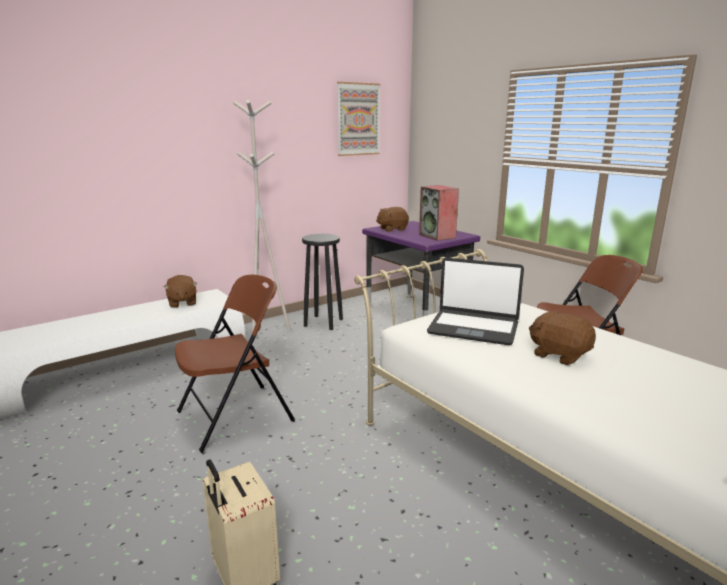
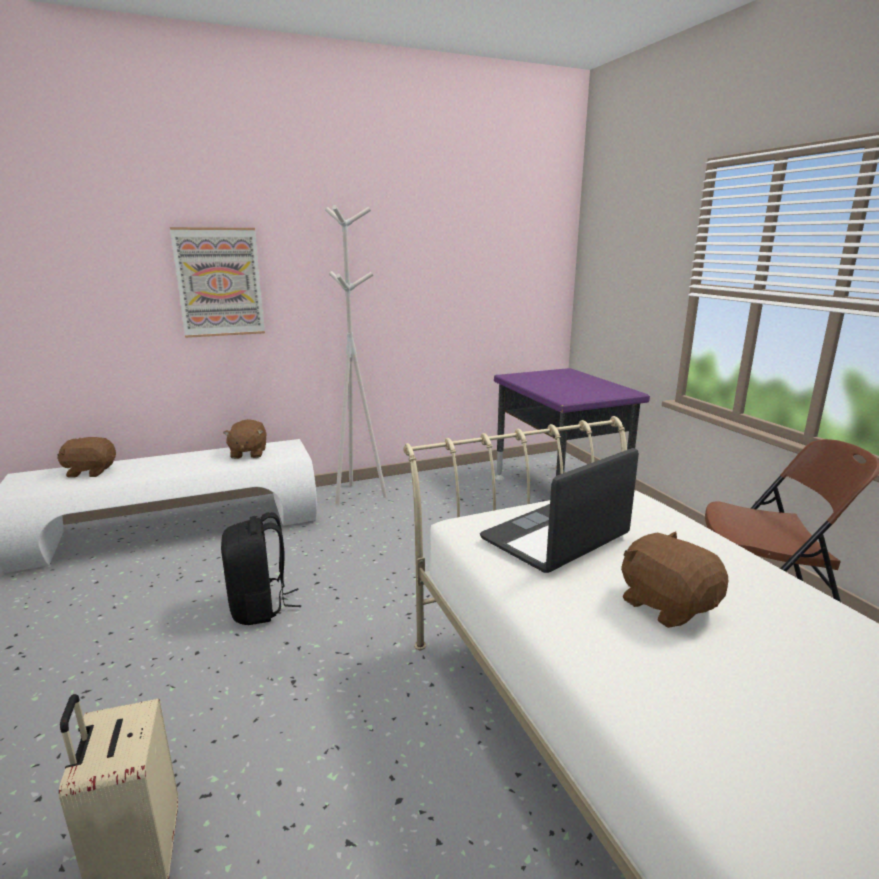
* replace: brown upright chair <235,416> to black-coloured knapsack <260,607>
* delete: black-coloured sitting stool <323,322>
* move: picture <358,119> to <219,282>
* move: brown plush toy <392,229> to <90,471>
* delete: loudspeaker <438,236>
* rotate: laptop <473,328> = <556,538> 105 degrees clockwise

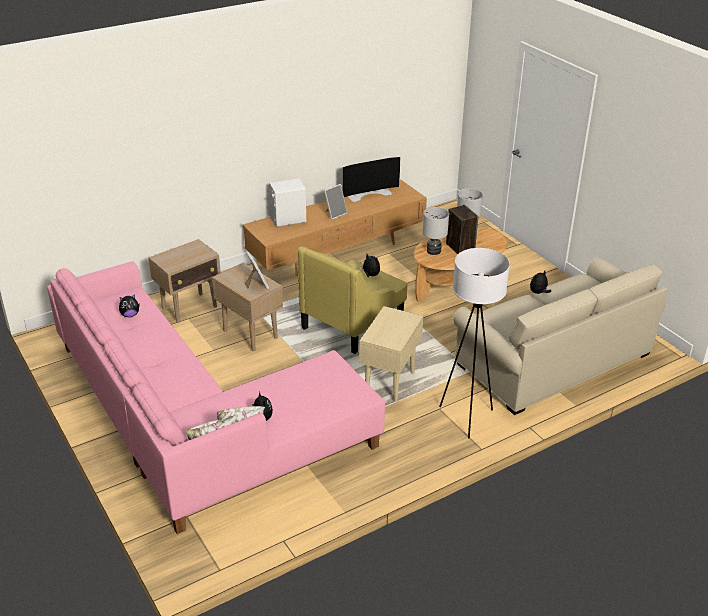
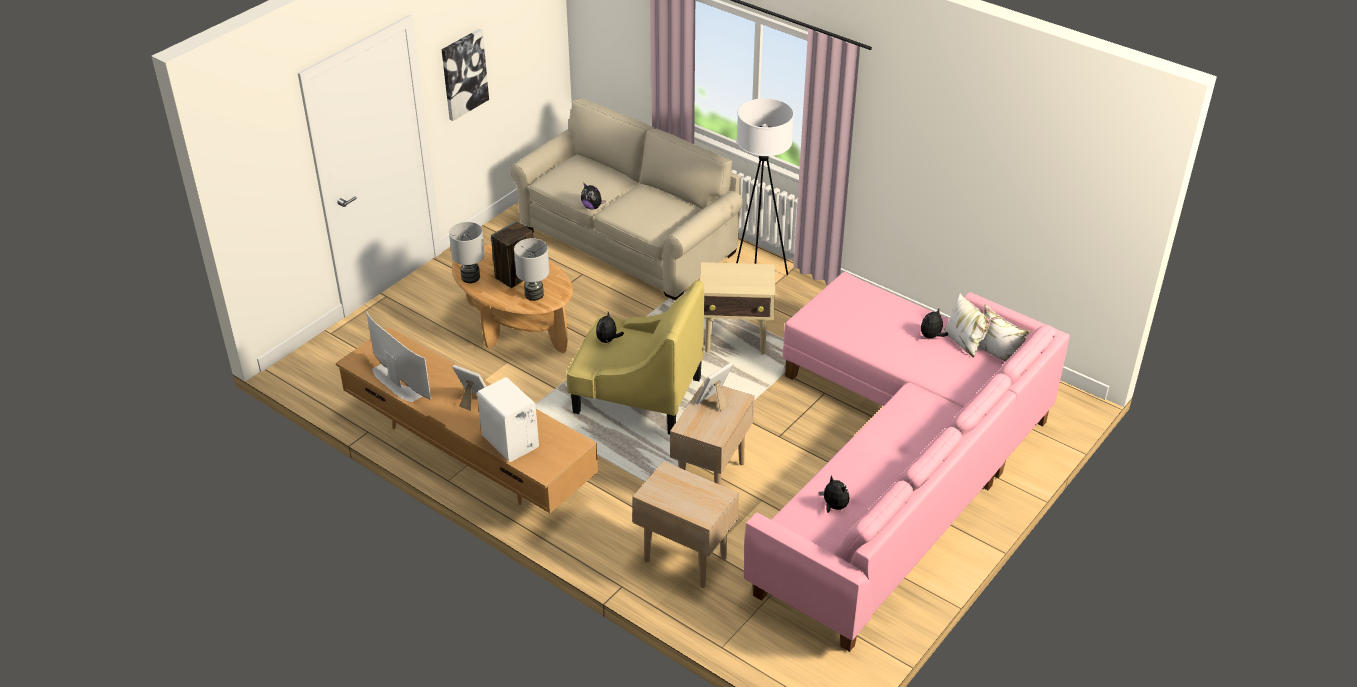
* insert: picture <464,74>

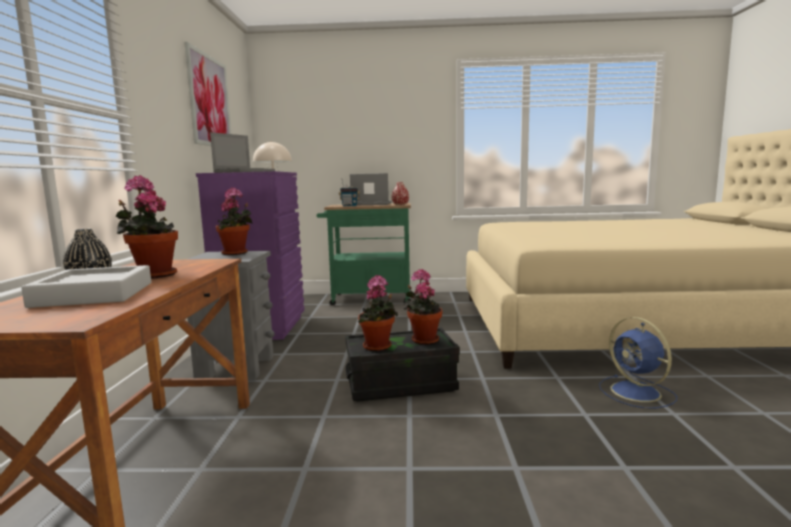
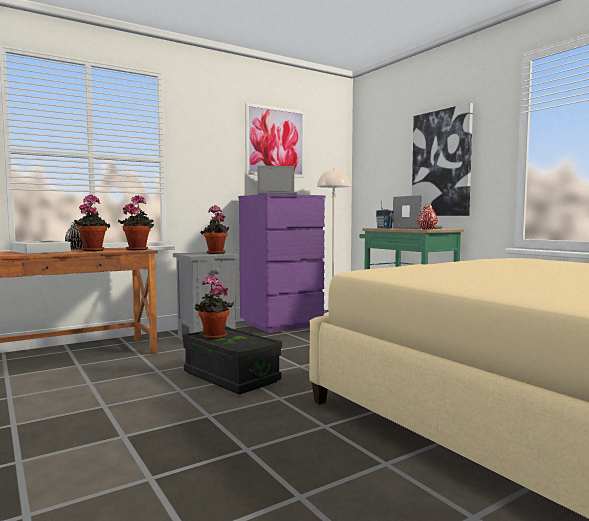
* move: houseplant <423,339> to <138,249>
* delete: blue cooling fan <637,393>
* insert: picture <441,163>

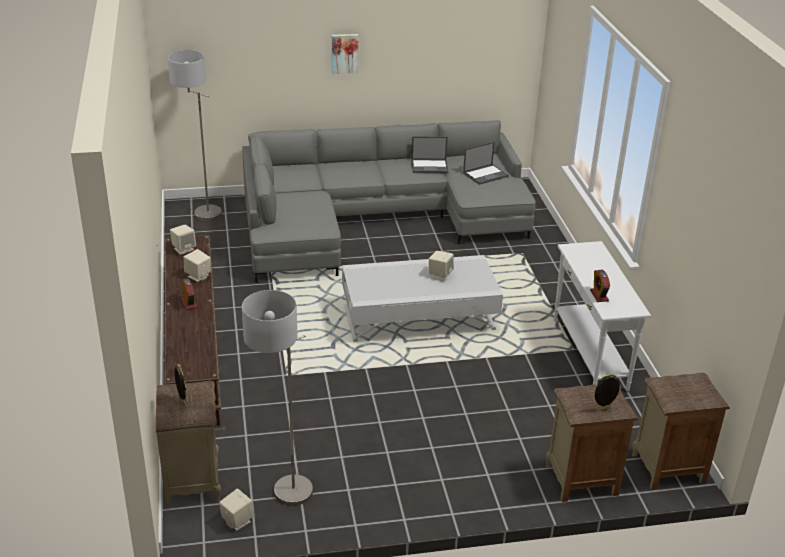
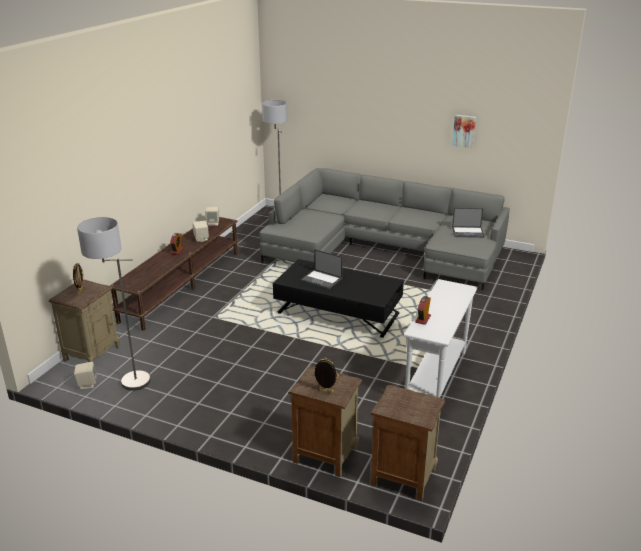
* move: picture <344,53> to <464,131>
* recolor: whitish coffee table <420,318> to black-coloured coffee table <338,314>
* move: laptop <430,166> to <322,279>
* delete: beige-coloured loudspeaker <440,275>

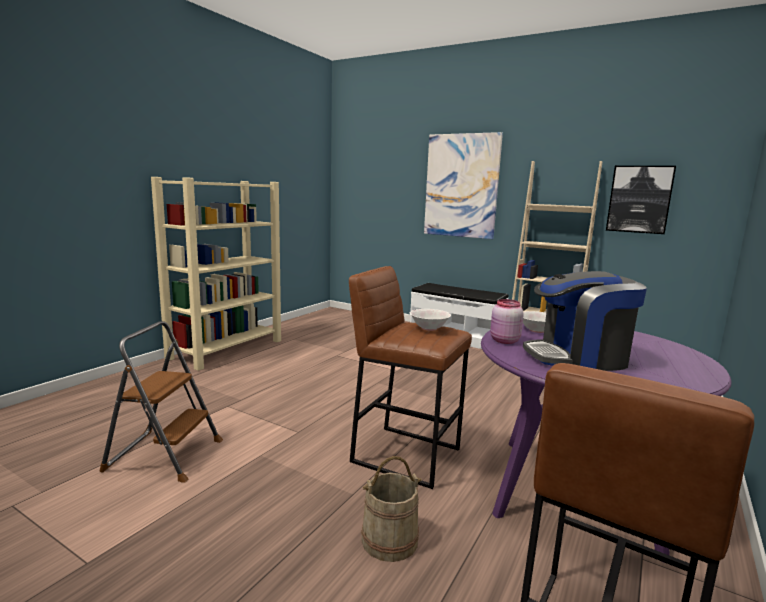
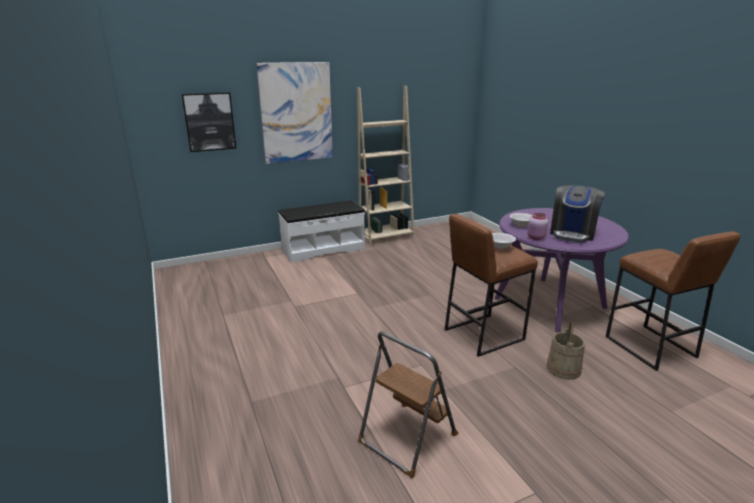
* delete: beige-coloured bookshelf <226,349>
* move: picture <639,199> to <209,122>

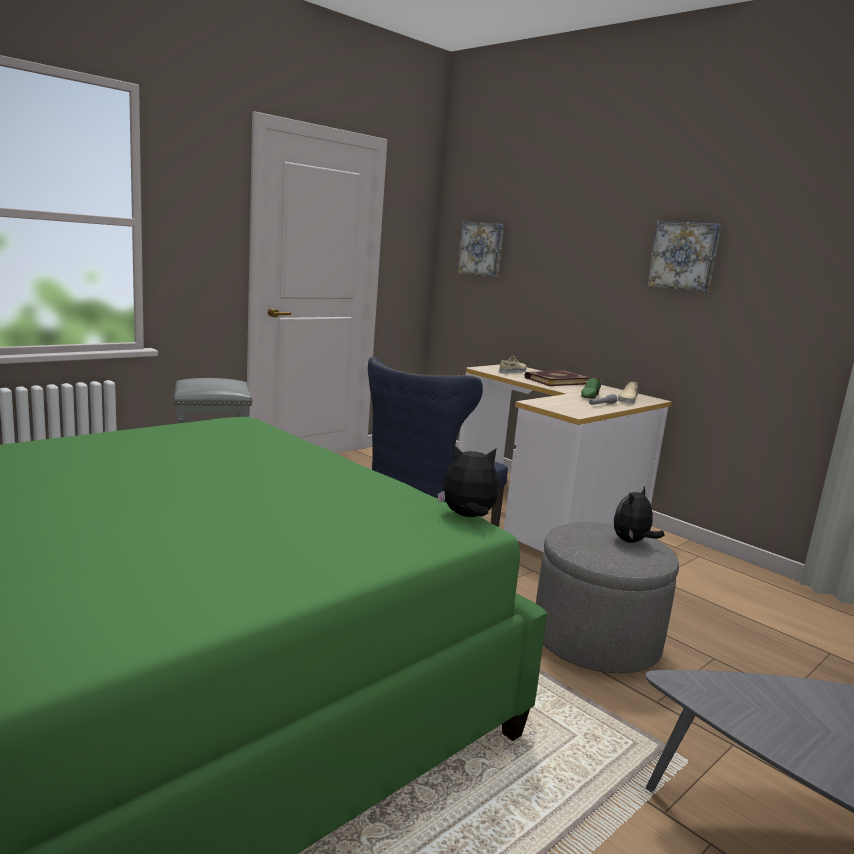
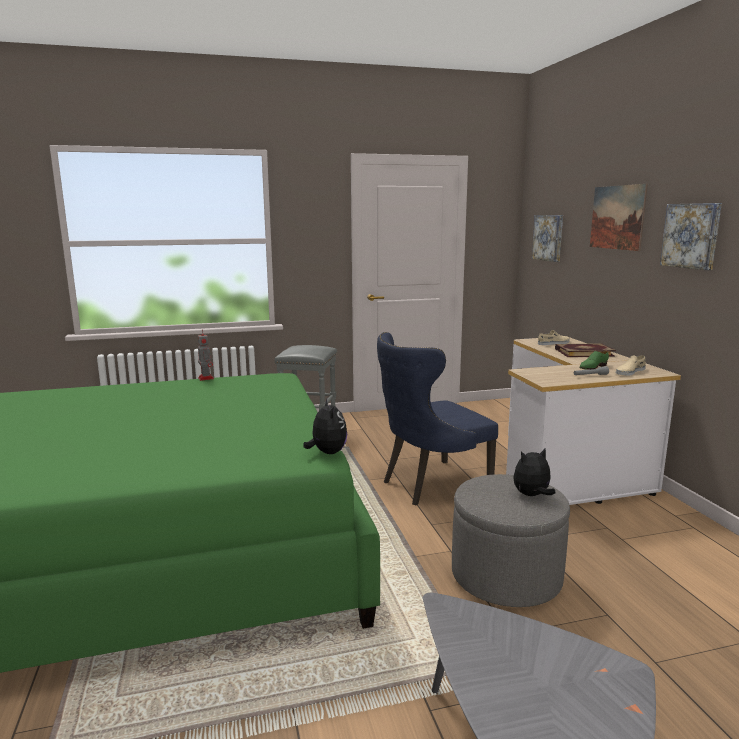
* rotate: plush toy <467,517> = <327,452> 45 degrees clockwise
* insert: model robot <205,378>
* insert: picture <617,217>

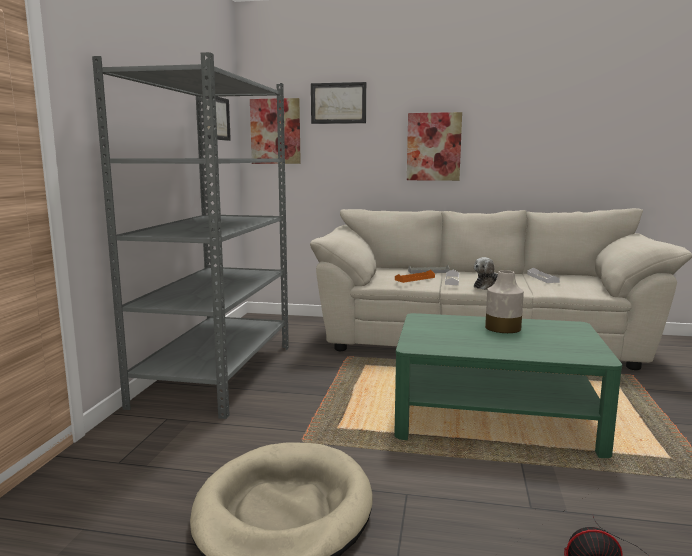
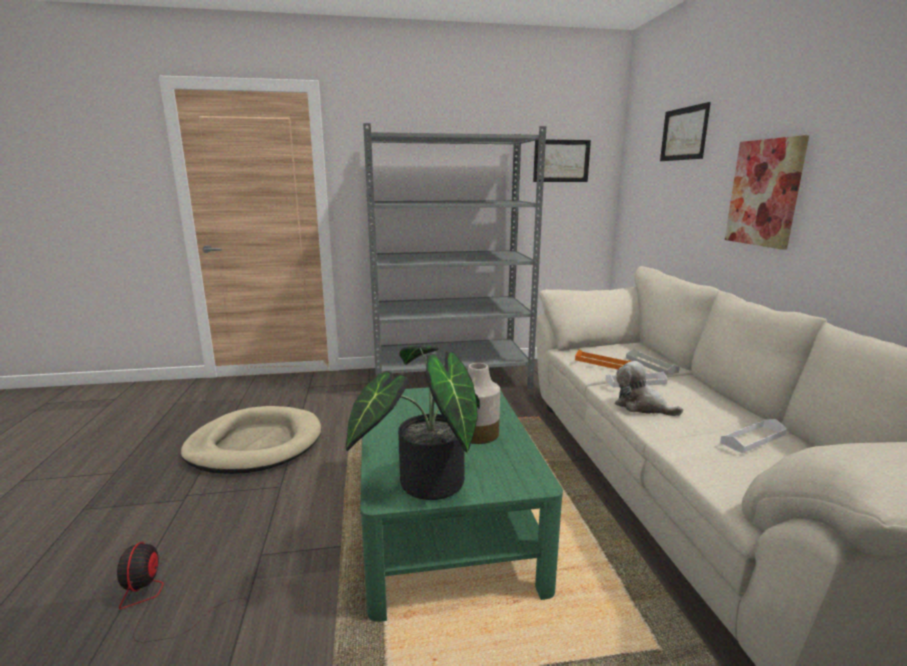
* delete: picture <275,131>
* insert: houseplant <423,482>

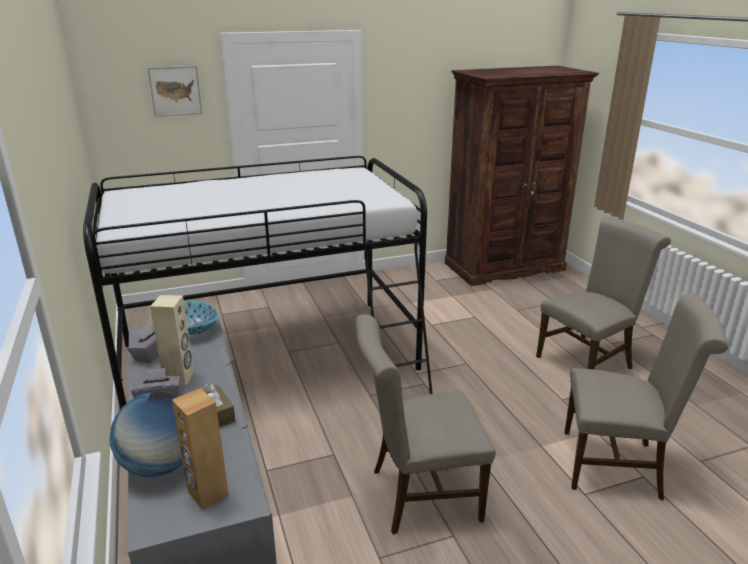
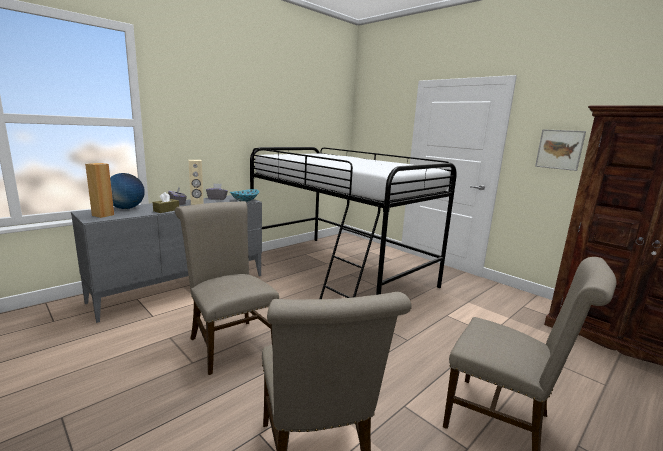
* move: picture <175,91> to <559,149>

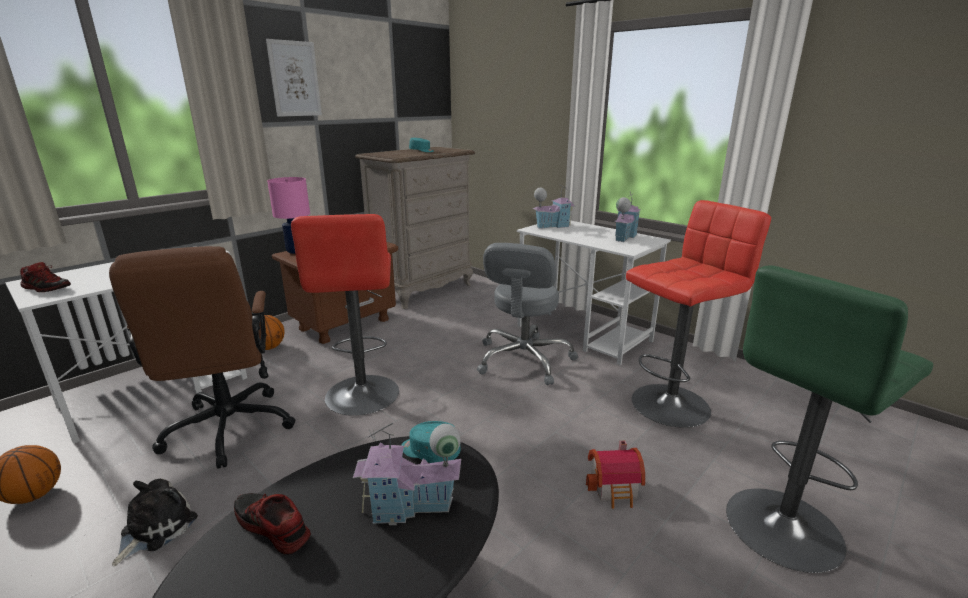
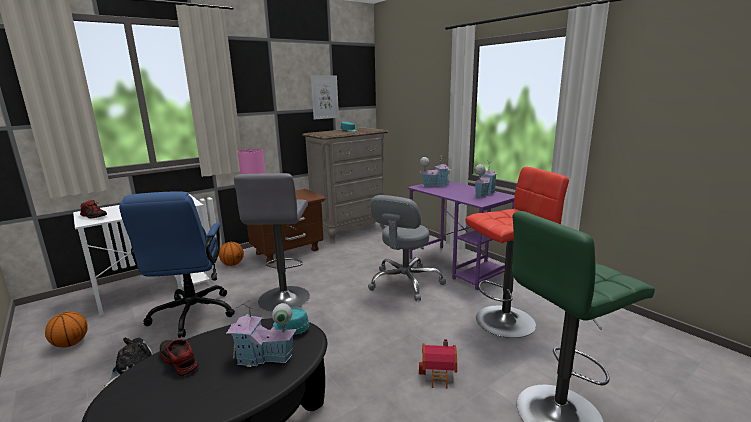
* recolor: brown desk chair <229,432> to blue desk chair <192,316>
* move: picture <294,79> to <324,97>
* recolor: red sitting stool <361,395> to greyish sitting stool <283,299>
* recolor: whitish desk unit <584,334> to purplish desk unit <457,266>

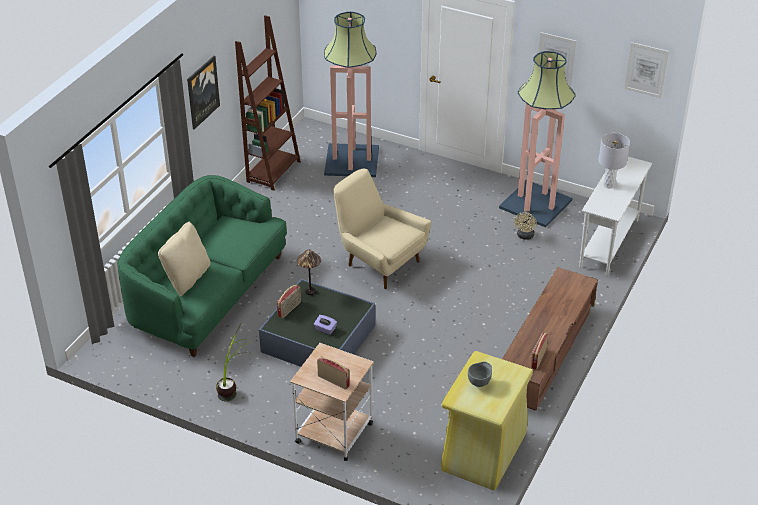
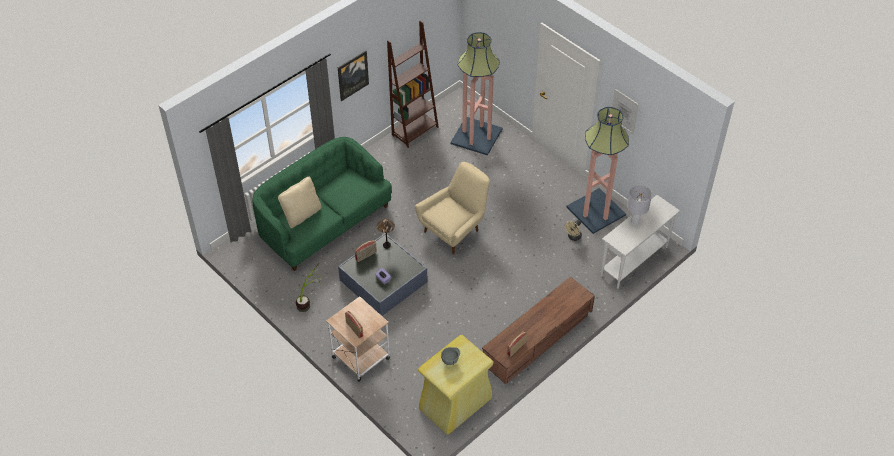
* rotate: beige-coloured easy chair <379,263> = <454,230> 75 degrees clockwise
* delete: picture <646,70>

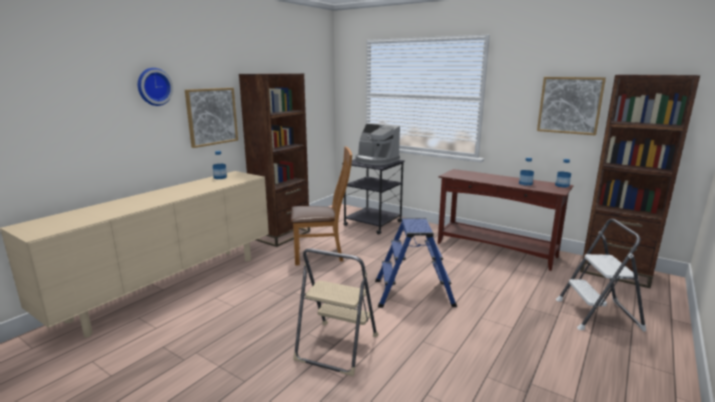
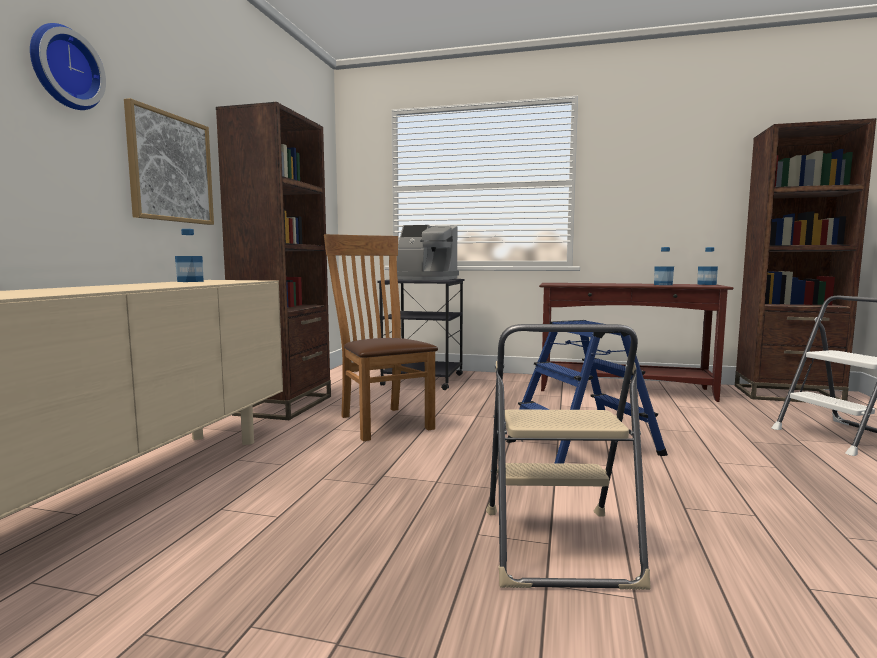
* rotate: brown upright chair <322,255> = <381,421> 90 degrees counterclockwise
* delete: picture <570,105>

